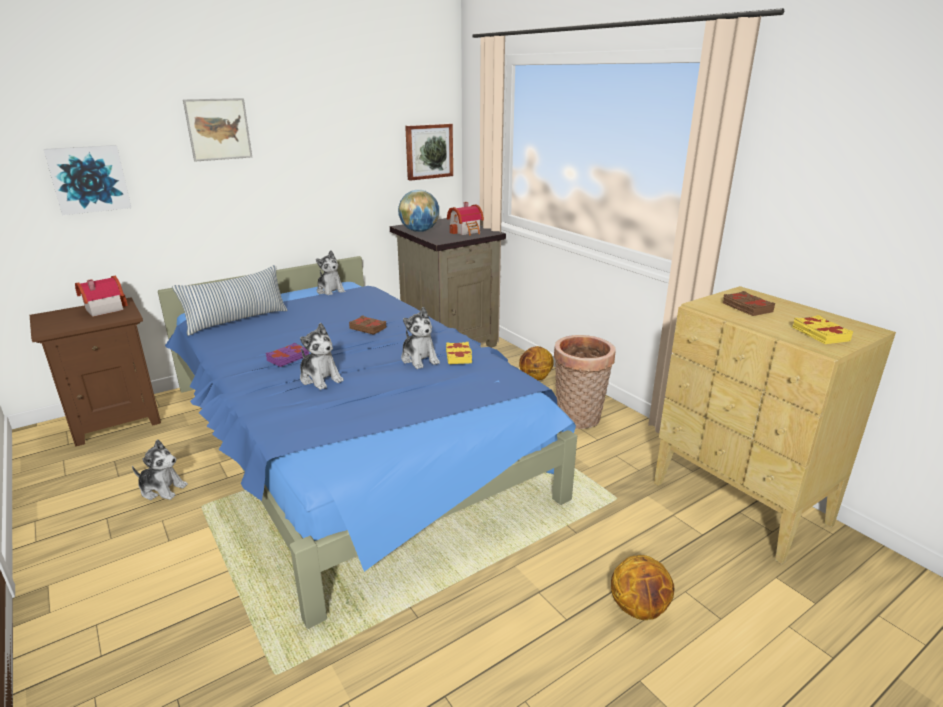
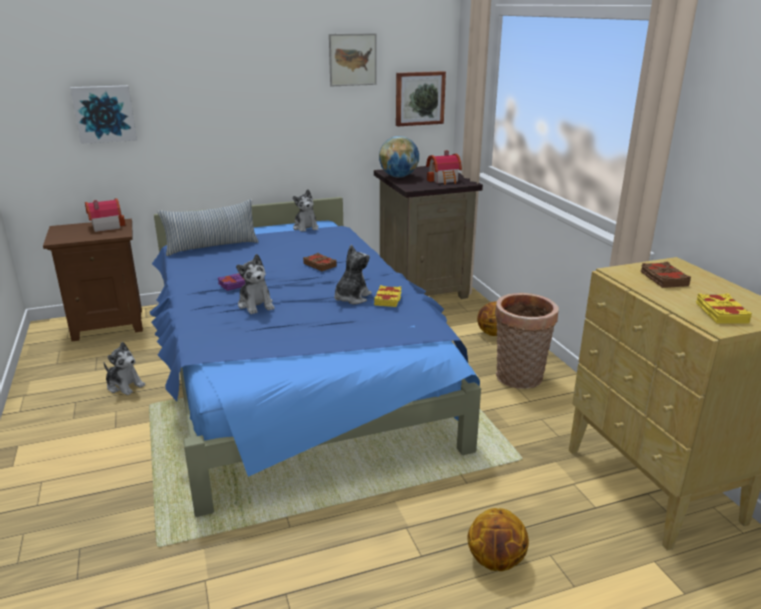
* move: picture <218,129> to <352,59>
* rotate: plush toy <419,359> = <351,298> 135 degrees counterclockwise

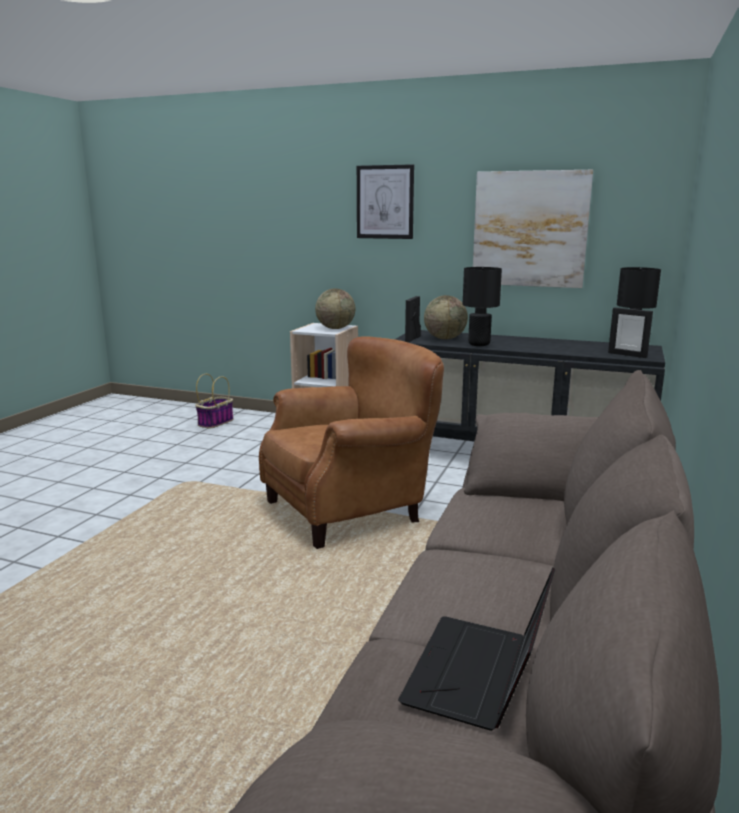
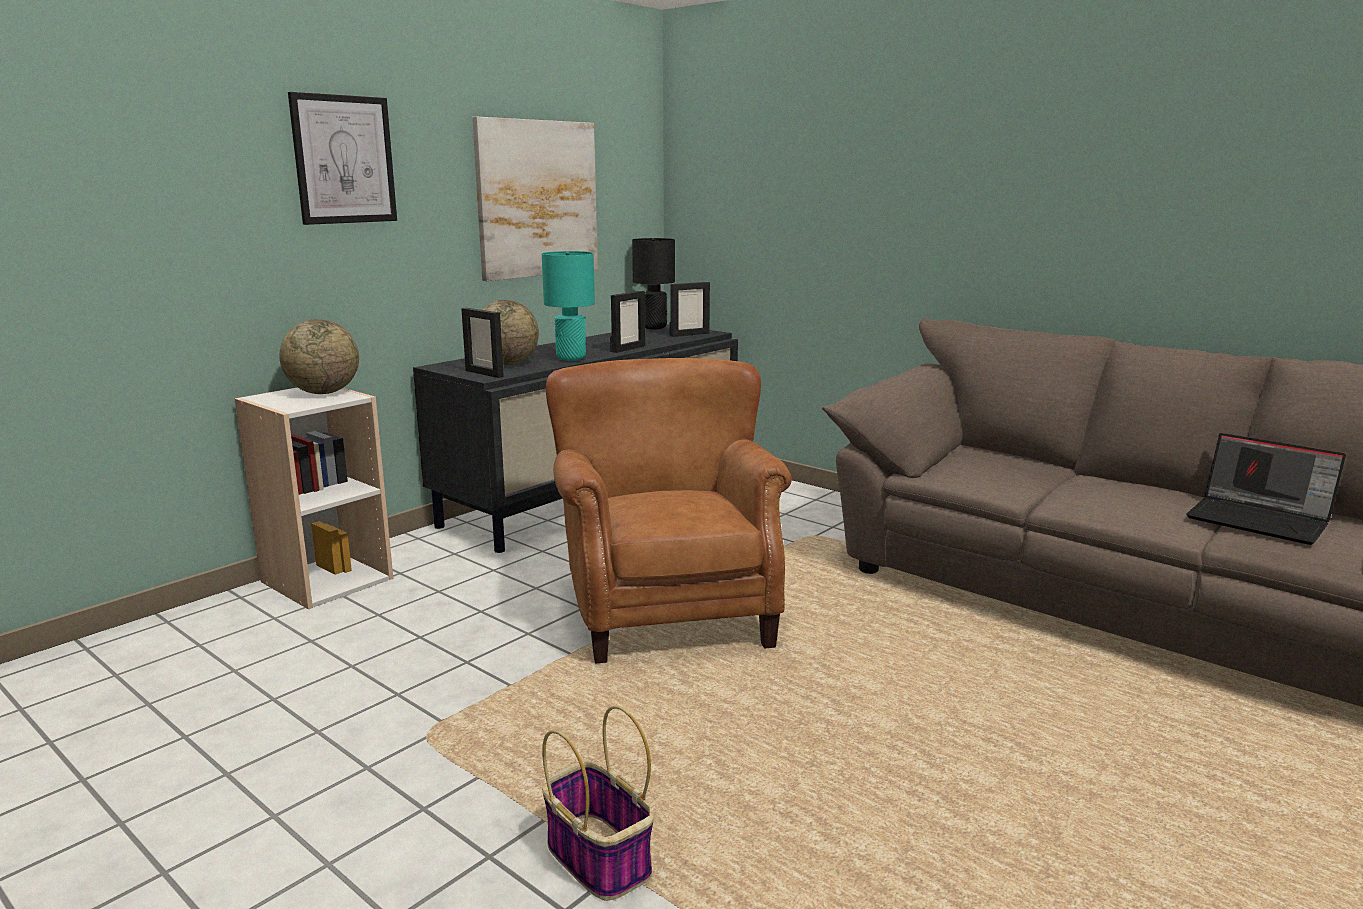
* move: basket <216,422> to <596,857>
* recolor: black-coloured tabletop lamp <479,345> to turquoise tabletop lamp <571,359>
* insert: standing frame <628,349>

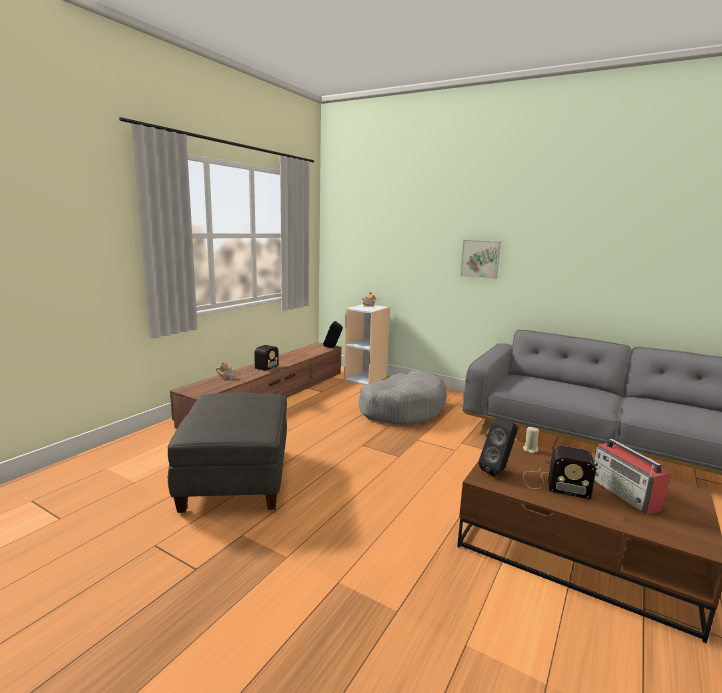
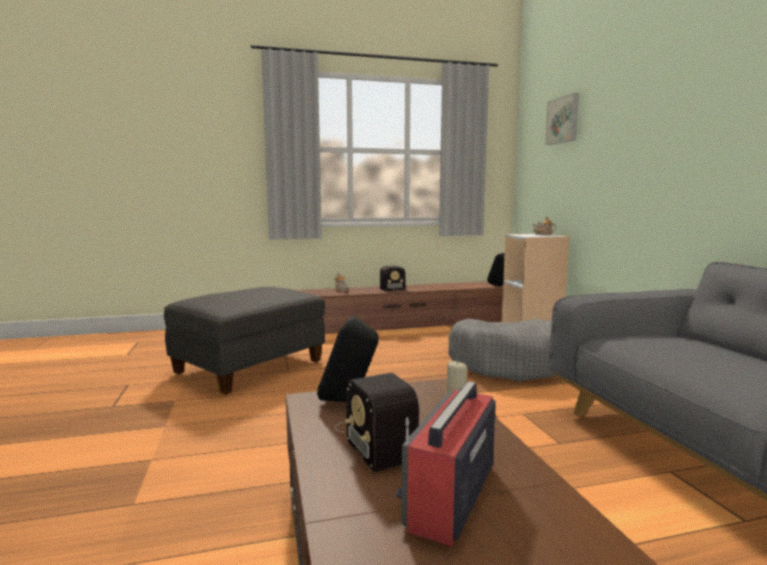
* move: picture <480,259> to <563,120>

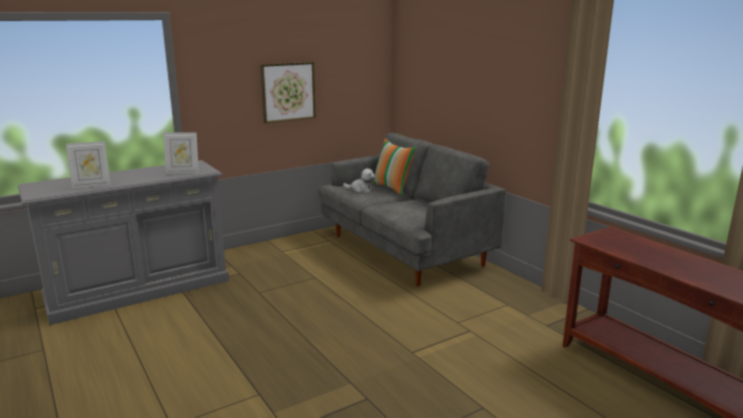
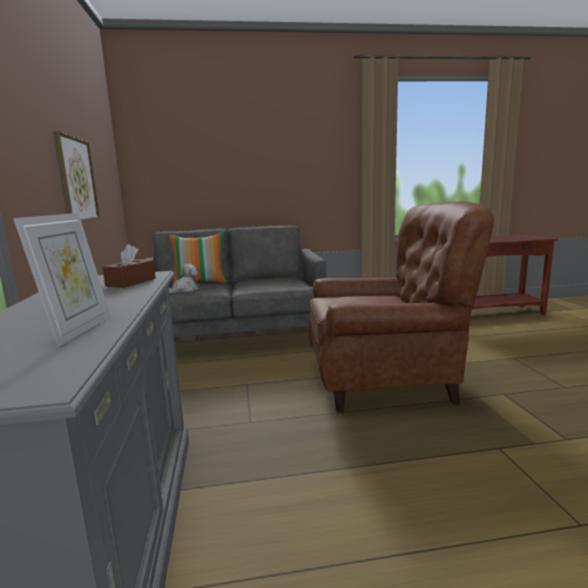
* replace: standing frame <183,172> to brown box of tissues <131,282>
* insert: brown easy chair <390,381>

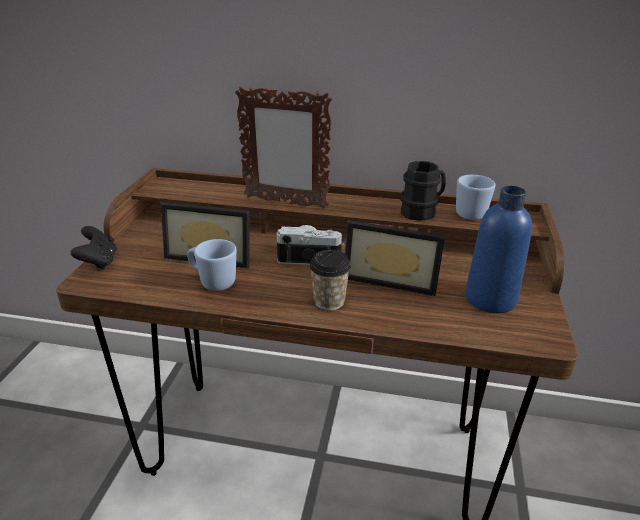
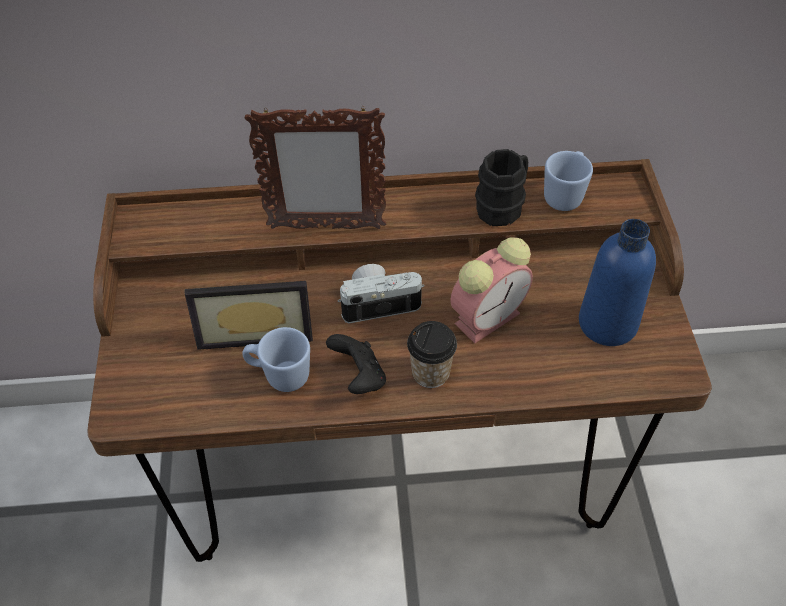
* move: black-coloured joypad <98,262> to <359,377>
* replace: standing frame <391,278> to alarm clock <488,316>

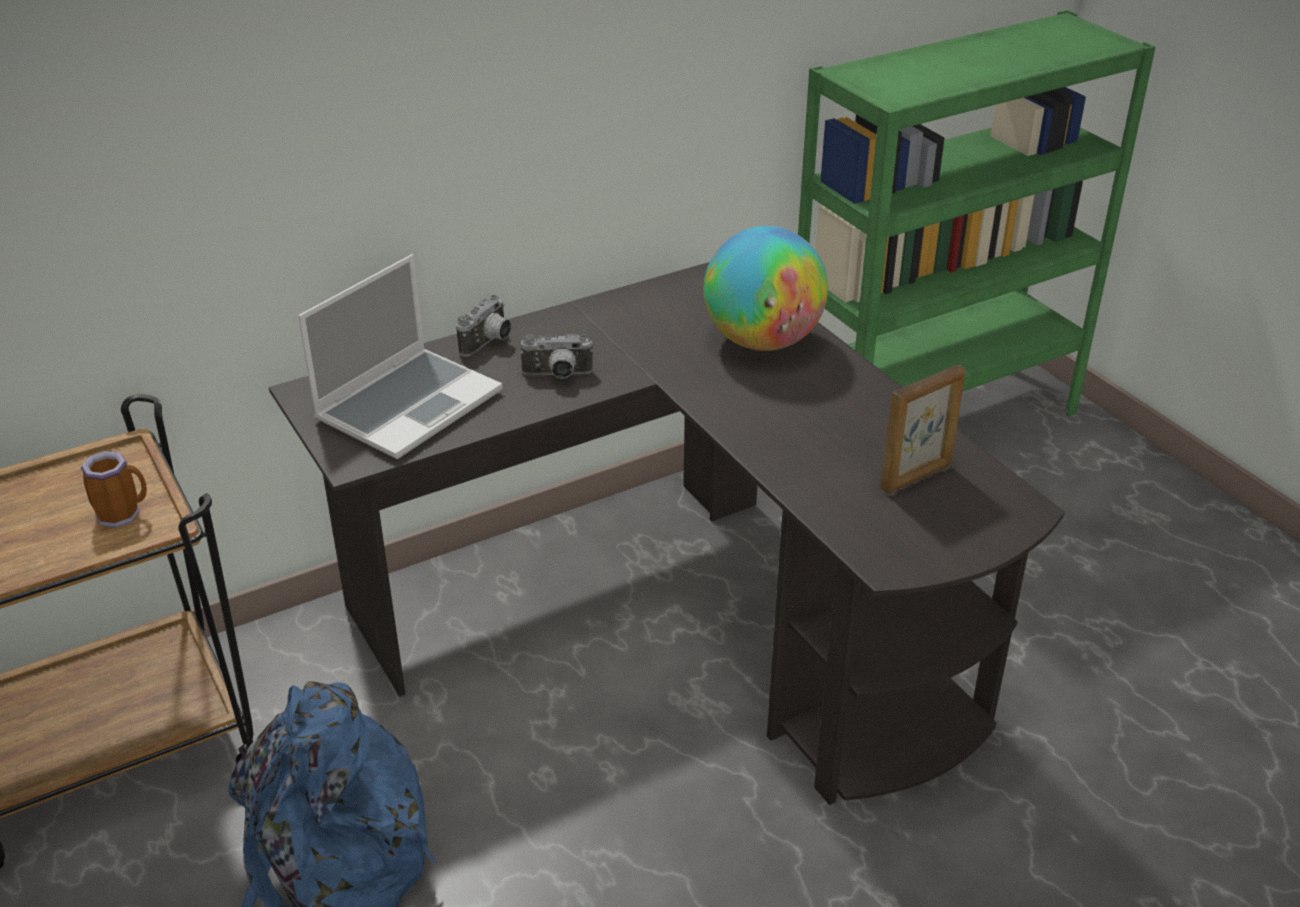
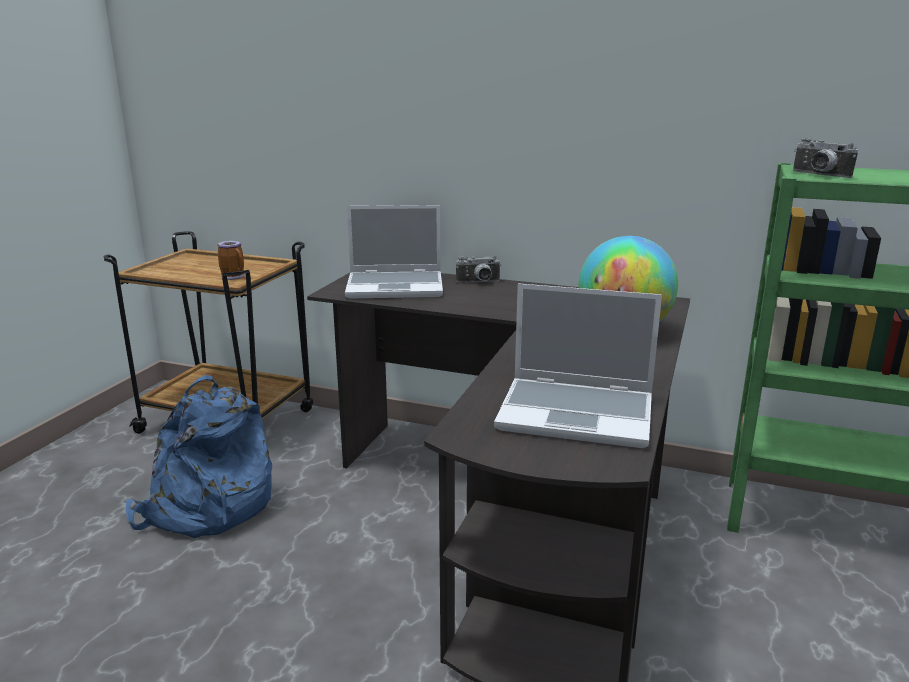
* move: photo camera <557,376> to <819,175>
* replace: standing frame <917,477> to laptop <578,414>

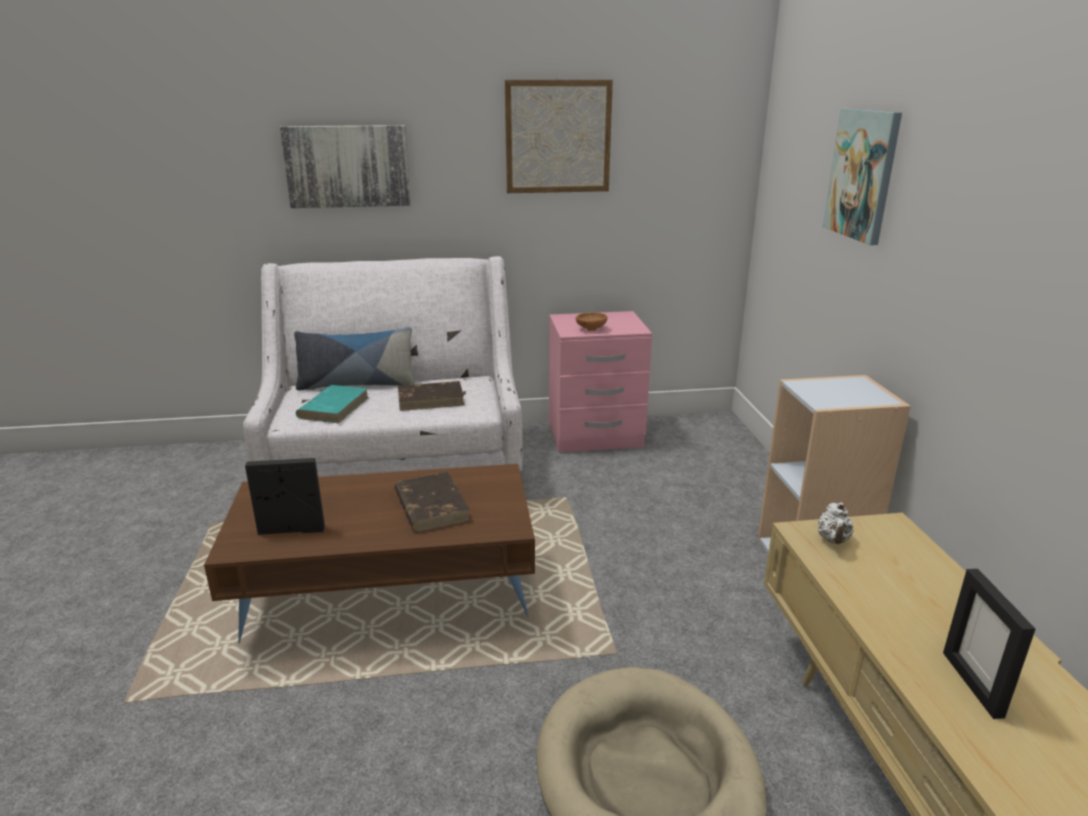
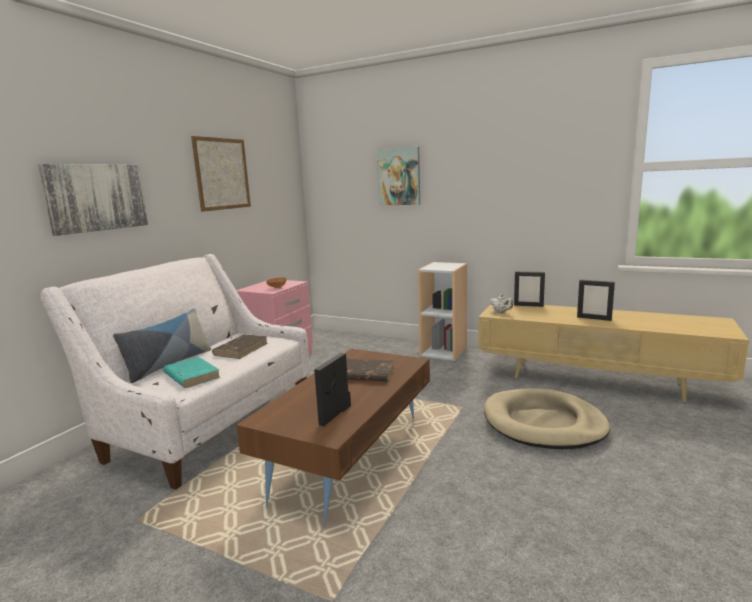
* insert: standing frame <528,305>

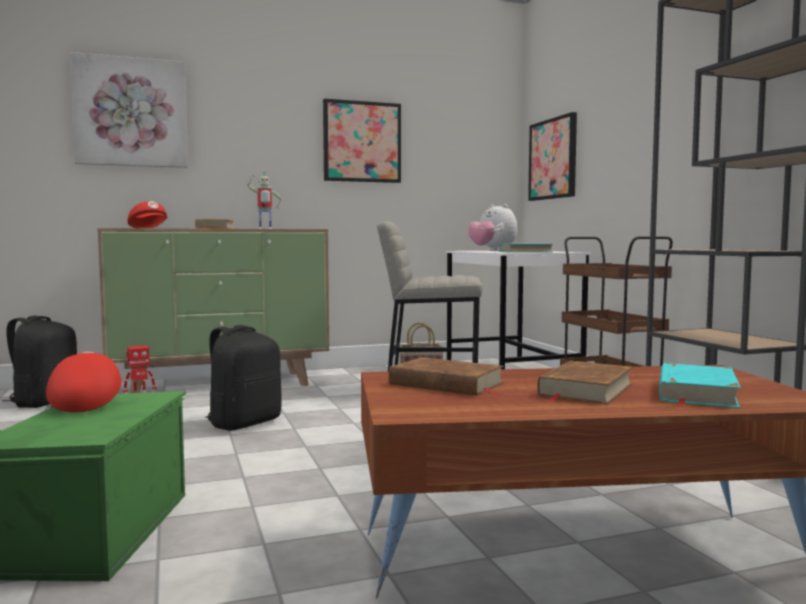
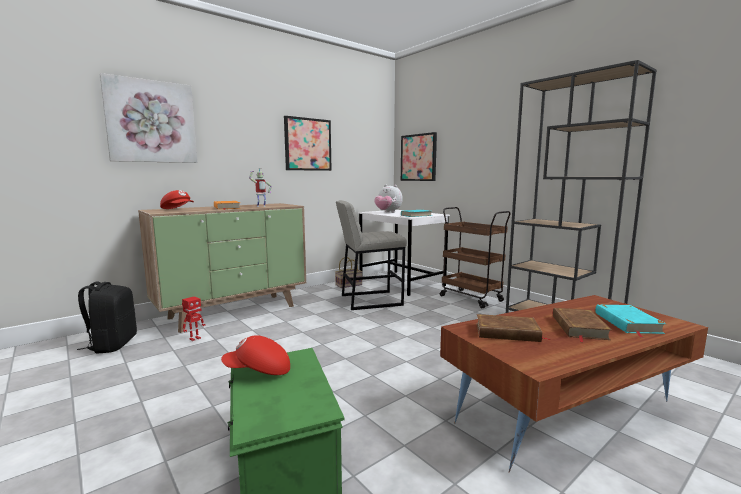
* rotate: red baseball cap <85,402> = <258,371> 60 degrees counterclockwise
* delete: black-coloured knapsack <244,423>

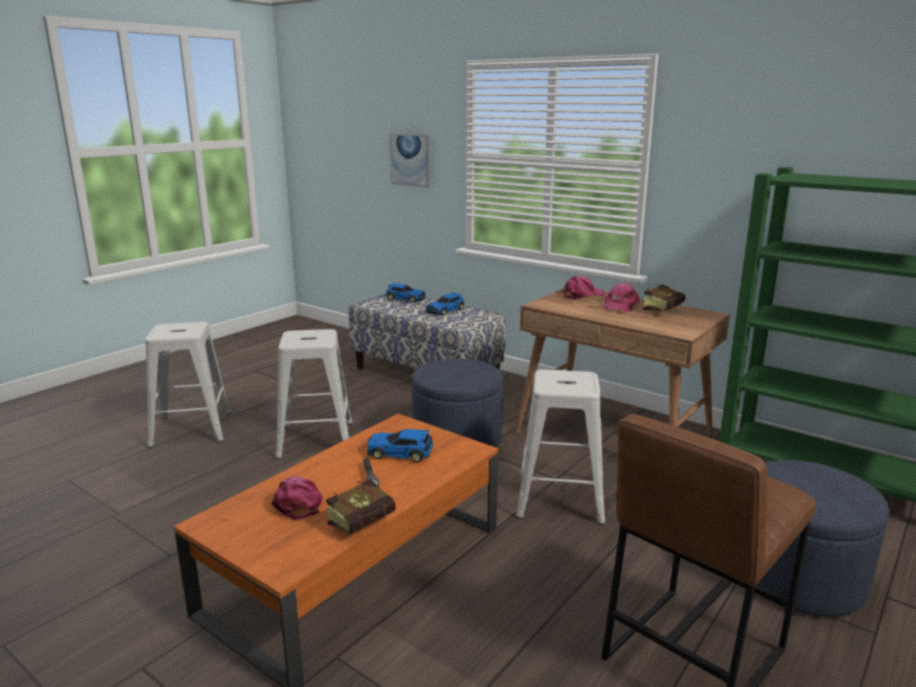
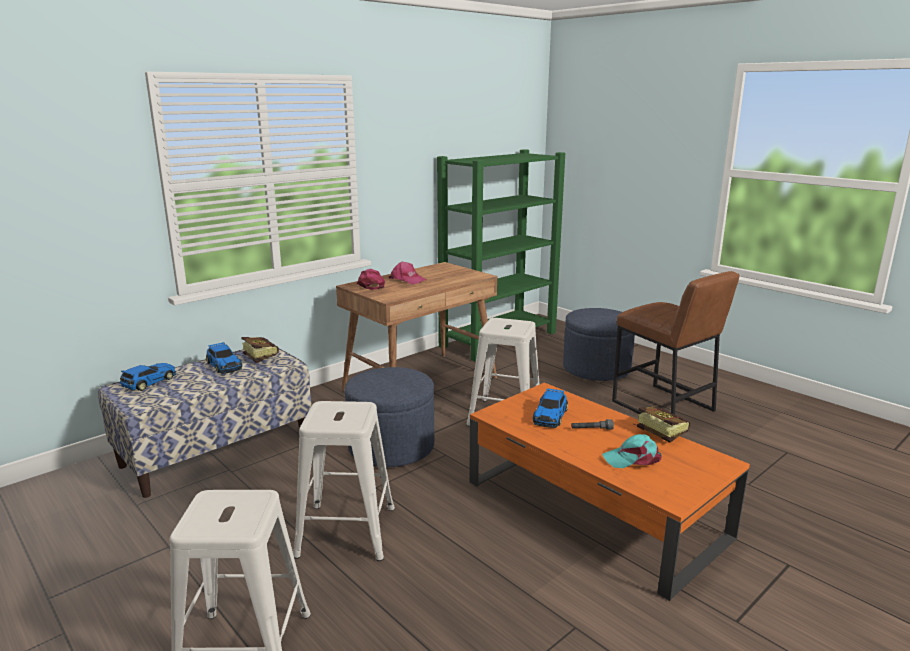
* recolor: pink baseball cap <298,502> to turquoise baseball cap <633,459>
* delete: picture <411,160>
* move: bound book <664,311> to <259,357>

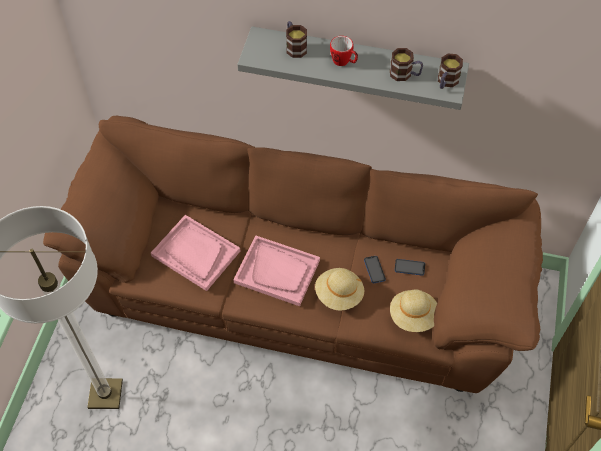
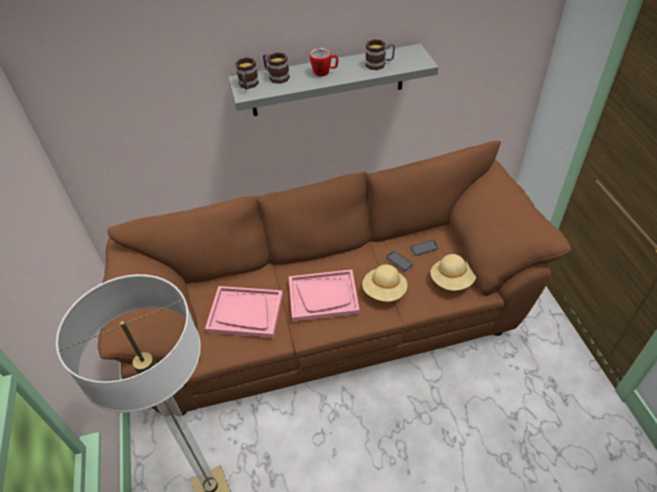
* move: tea mug <446,82> to <248,85>

